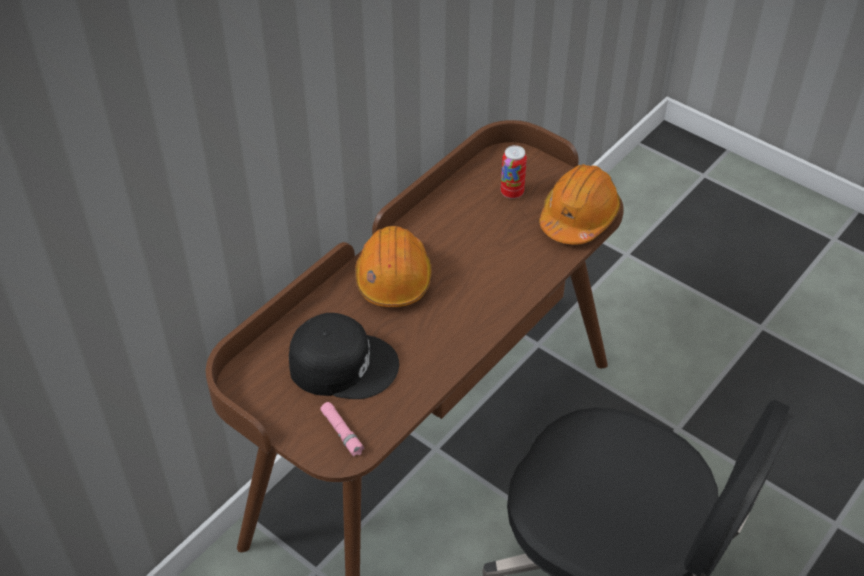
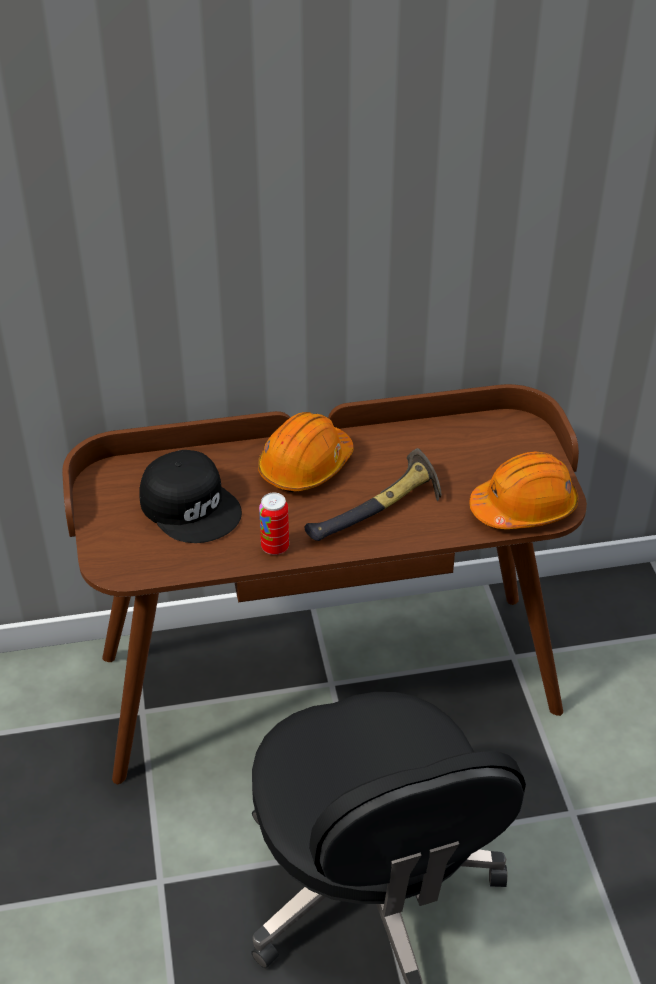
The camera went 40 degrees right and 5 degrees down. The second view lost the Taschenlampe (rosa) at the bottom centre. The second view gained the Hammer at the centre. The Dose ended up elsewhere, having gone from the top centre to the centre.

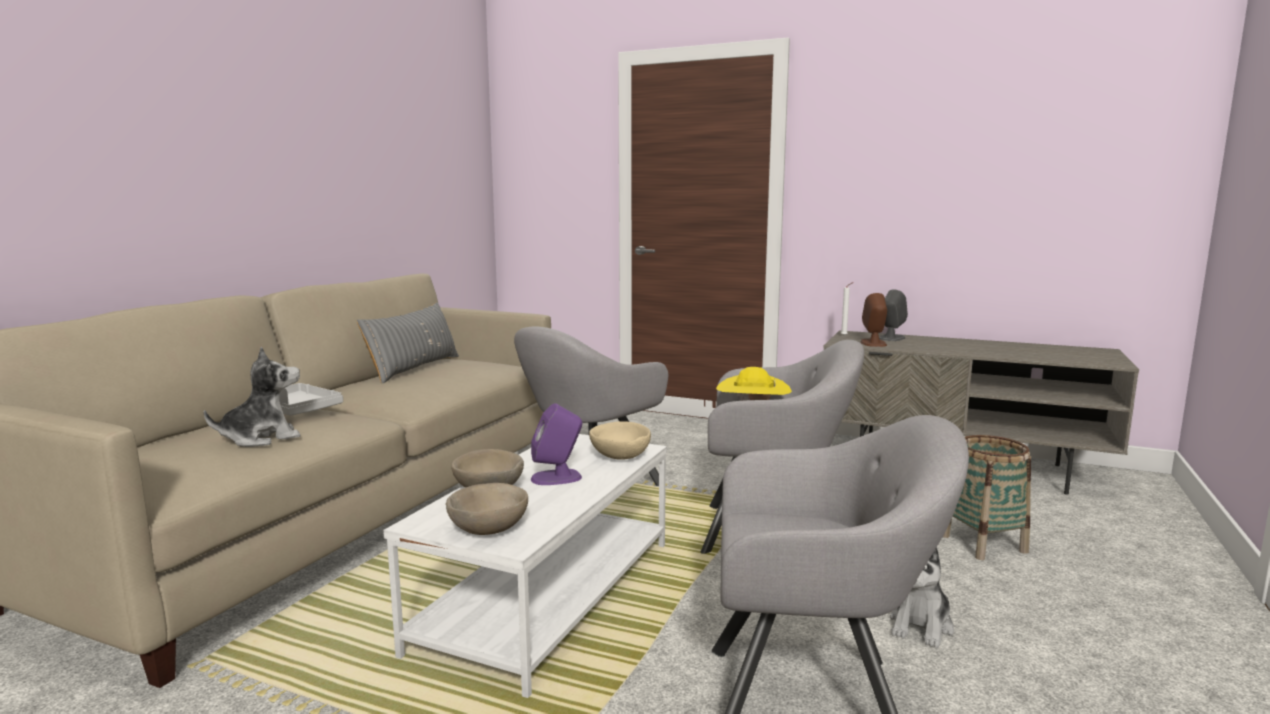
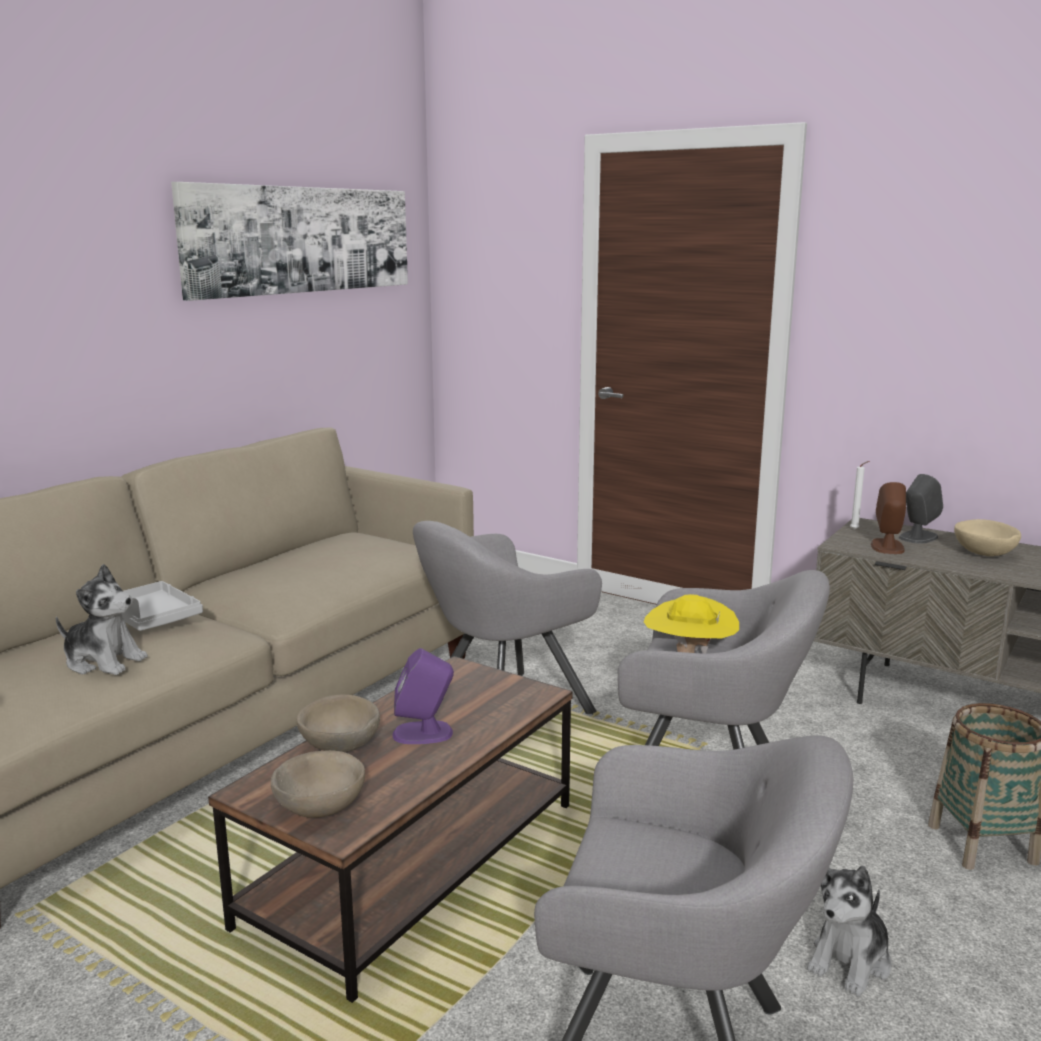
The camera went 10 degrees right and 5 degrees up. The second view lost the Kissen (grau) at the middle left. The second view gained the Bild at the top left. The Schüssel (beige) (no. 3 from left) ended up elsewhere, having gone from the centre to the middle right. What was the Couchtisch (weiß) at the bottom centre turned into the Couchtisch (braun) at the bottom centre. The Plüschtier (no. 1 from left) at the middle left ended up facing another way, 45 degrees clockwise from before.

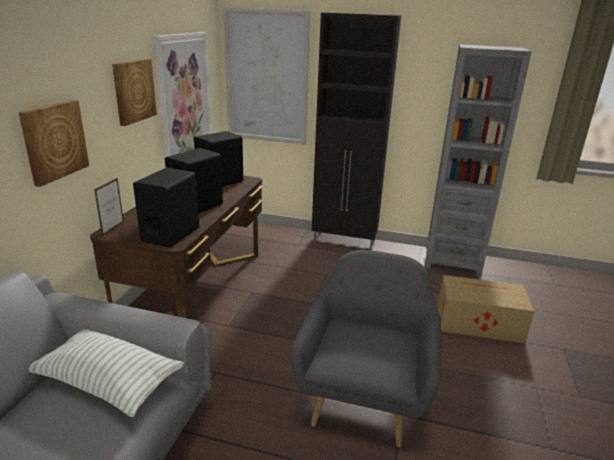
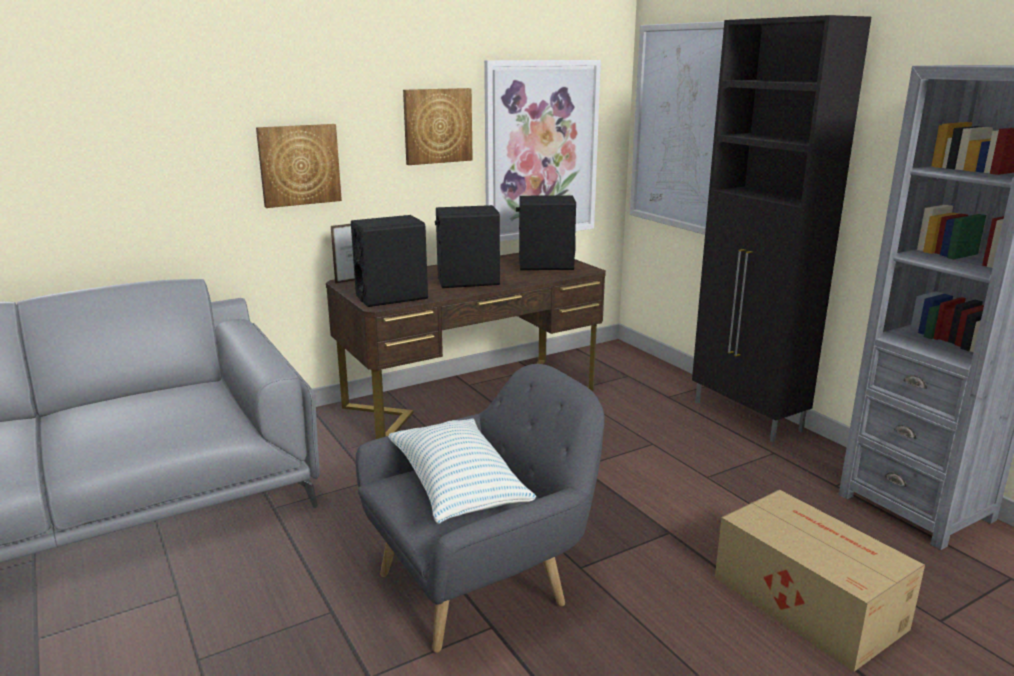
The camera went 45 degrees right and 5 degrees down. The Kissen ended up elsewhere, having gone from the bottom left to the bottom centre.

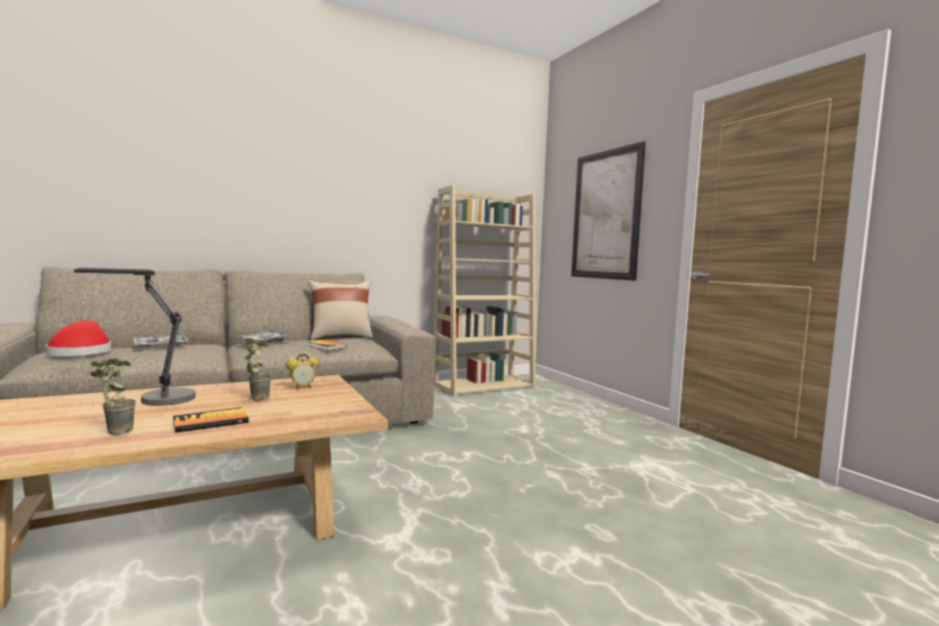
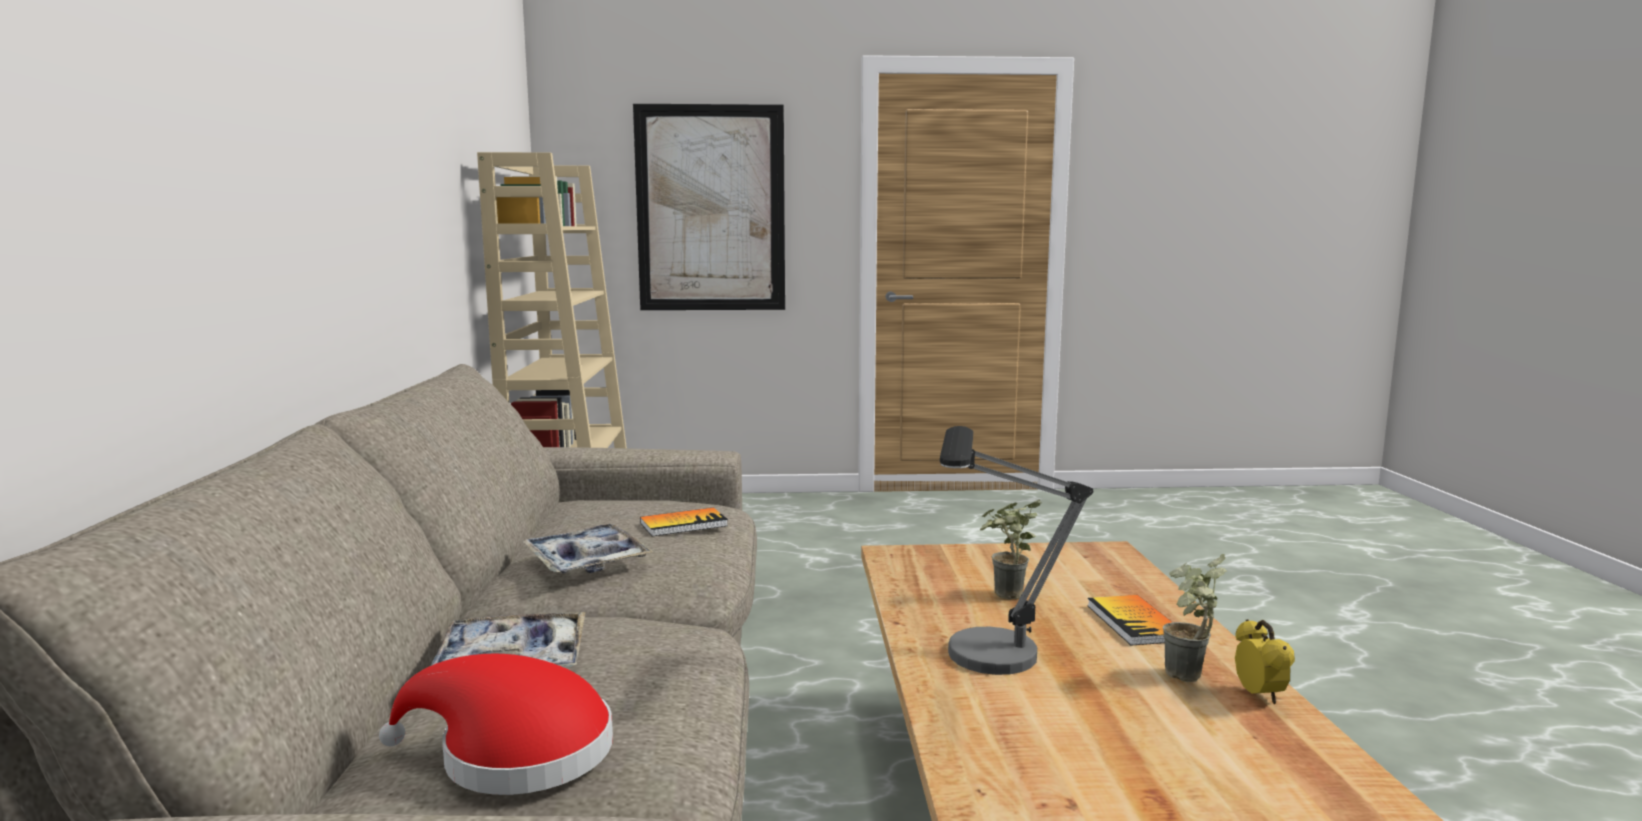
The camera went 65 degrees left and 5 degrees up. The second view lost the Kissen (beige) at the centre. The Wecker ended up elsewhere, having gone from the middle left to the bottom right.

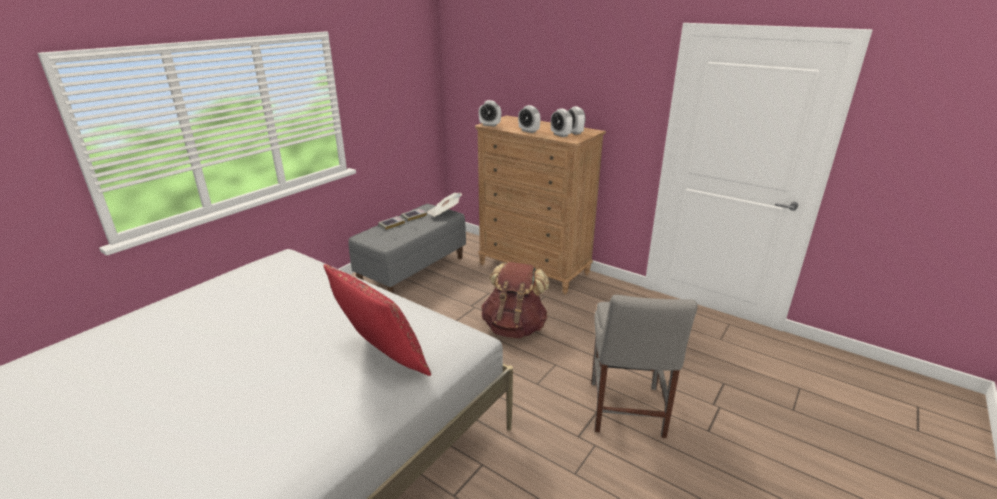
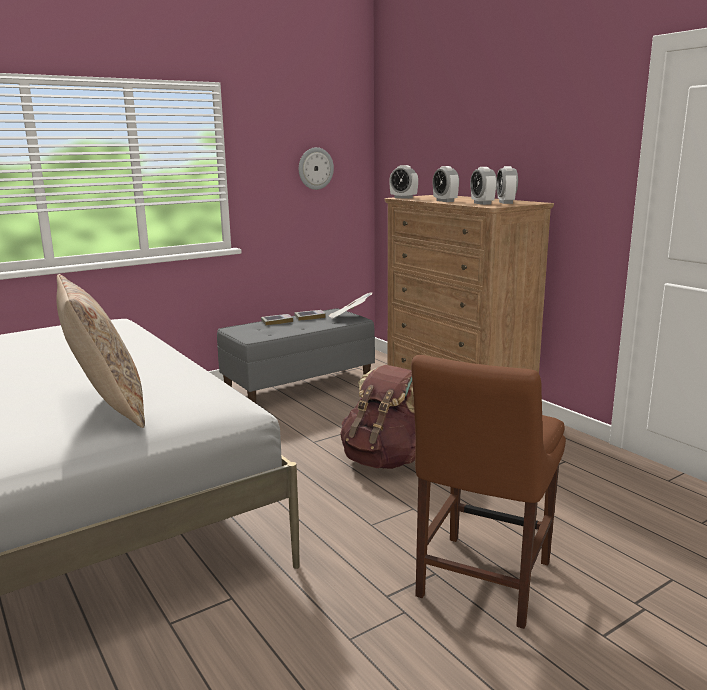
The camera went 20 degrees right and 10 degrees down. The second view gained the Wanduhr at the top centre. What was the Kissen (rot) at the centre turned into the Kissen (beige) at the middle left. What was the Stuhl (grau) at the bottom centre turned into the Stuhl (braun) at the bottom right.

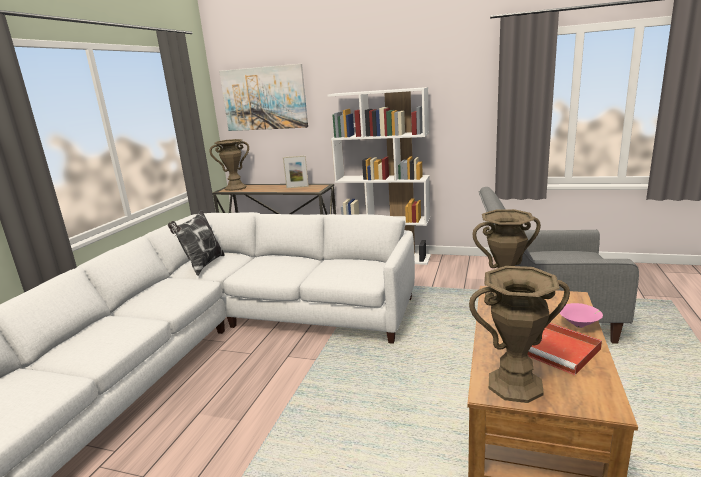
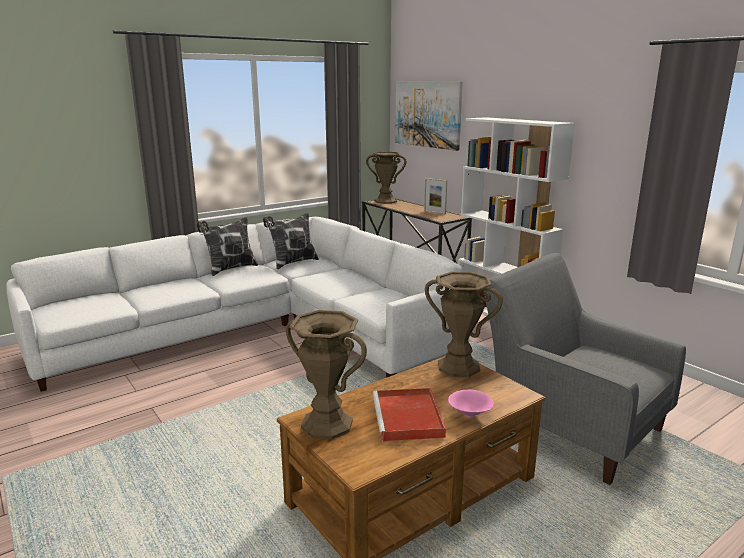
The camera went 35 degrees right and 0 degrees up. The second view gained the Kissen (no. 1 from left) at the middle left.

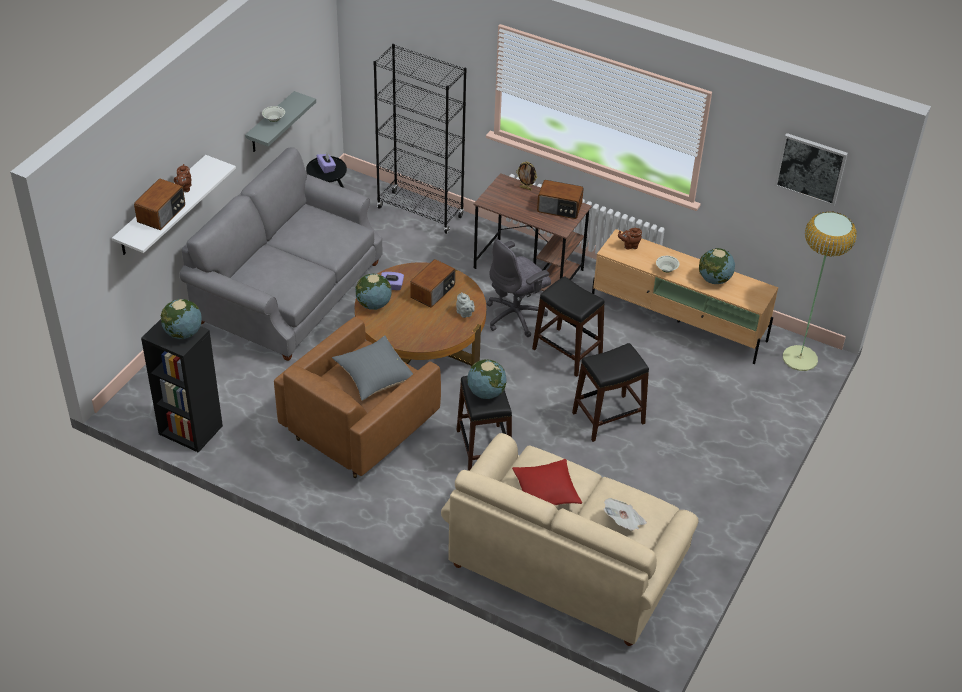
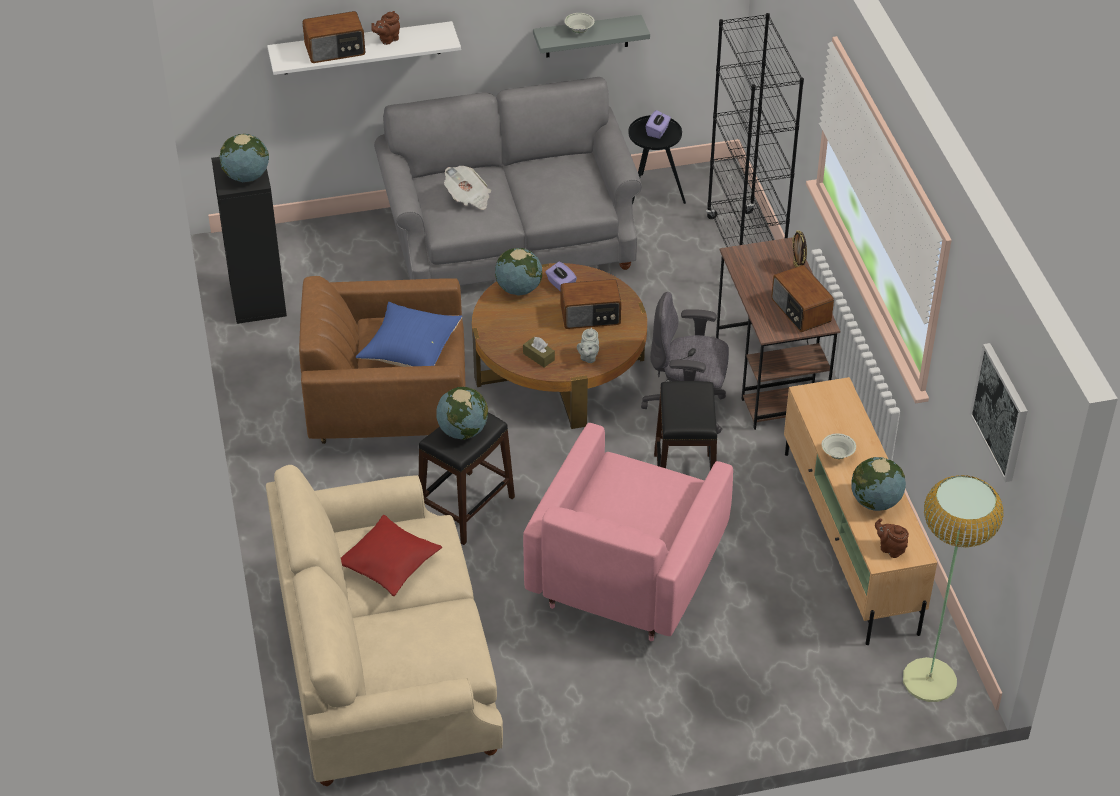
The camera went 50 degrees right and 0 degrees up. The second view gained the Taschentuchbox (braun) at the centre. The Zeitung ended up elsewhere, having gone from the bottom centre to the top centre. The Teekanne (braun) (no. 2 from left) ended up elsewhere, having gone from the centre to the bottom right. Where the Hocker (schwarz) (no. 3 from left) stood at the centre, the Sessel (rosa) came to stand at the bottom centre. What was the Kissen (grau) at the centre turned into the Kissen (blau) at the centre.

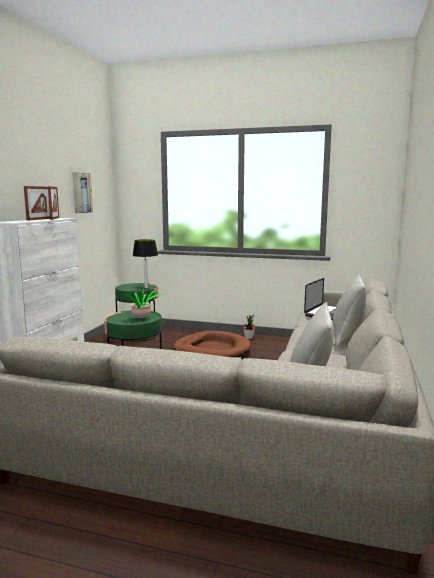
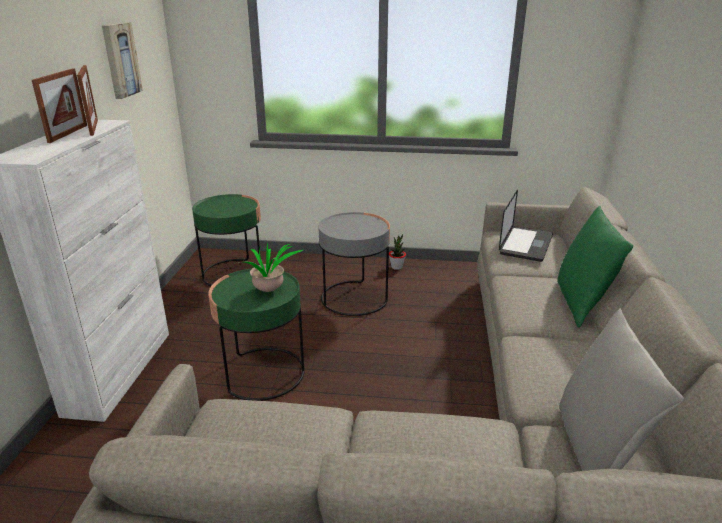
The camera went 10 degrees left and 15 degrees up. The second view lost the Tischlampe at the centre. Where the Hundebett (braun) stood at the centre, the Beistelltisch (grau) came to stand at the centre. What was the Kissen (grau) (no. 2 from left) at the middle right turned into the Kissen (grün) at the middle right.

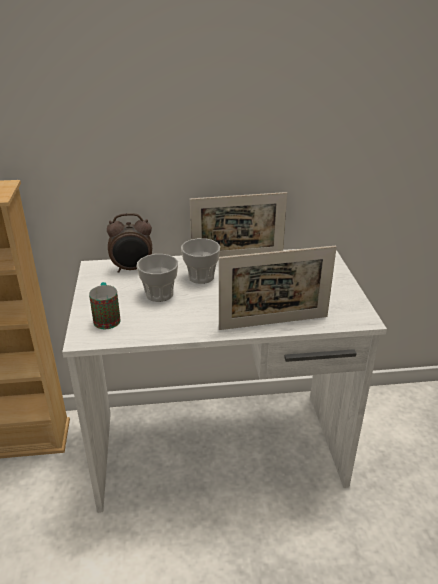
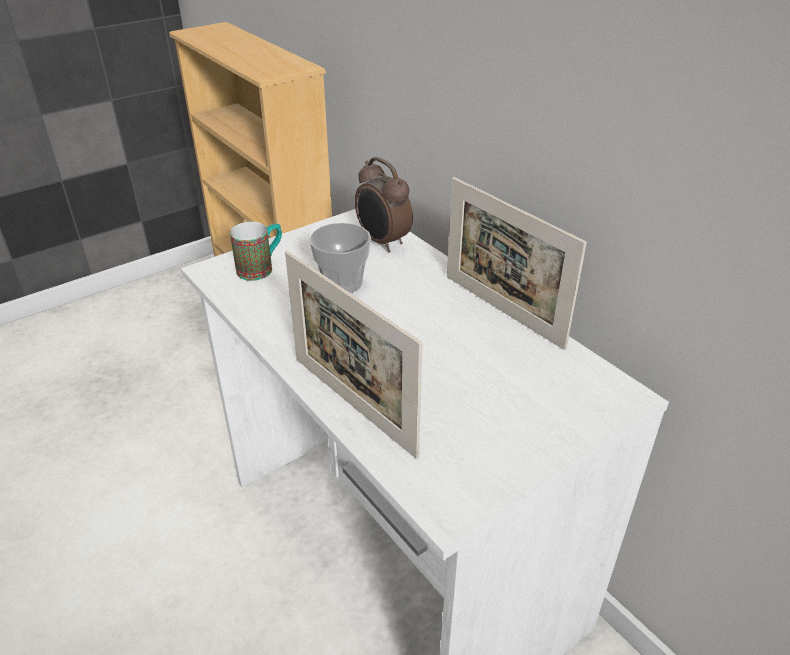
The camera went 60 degrees right and 5 degrees up. The second view lost the Tasse (no. 2 from left) at the centre.

